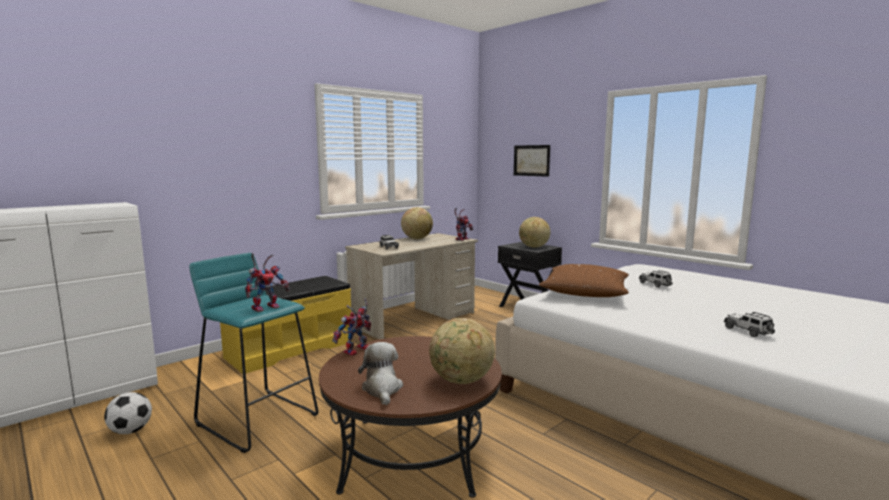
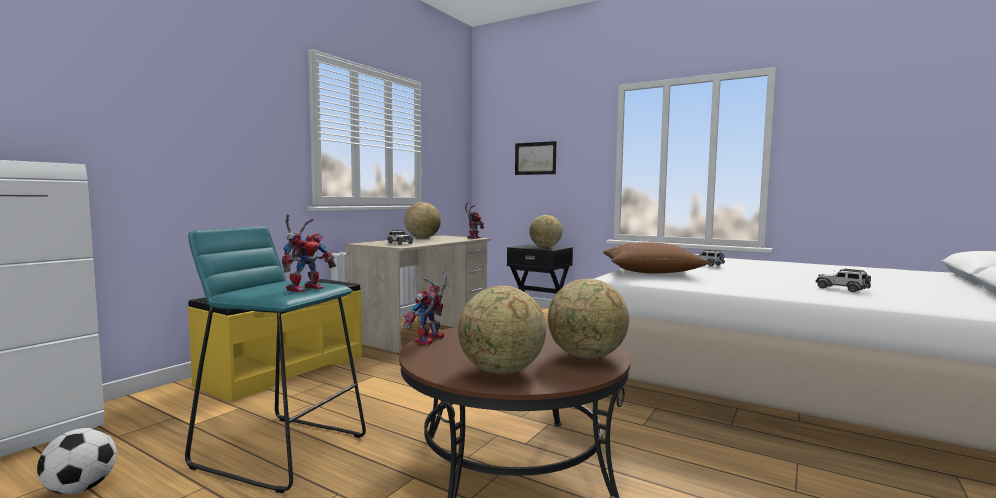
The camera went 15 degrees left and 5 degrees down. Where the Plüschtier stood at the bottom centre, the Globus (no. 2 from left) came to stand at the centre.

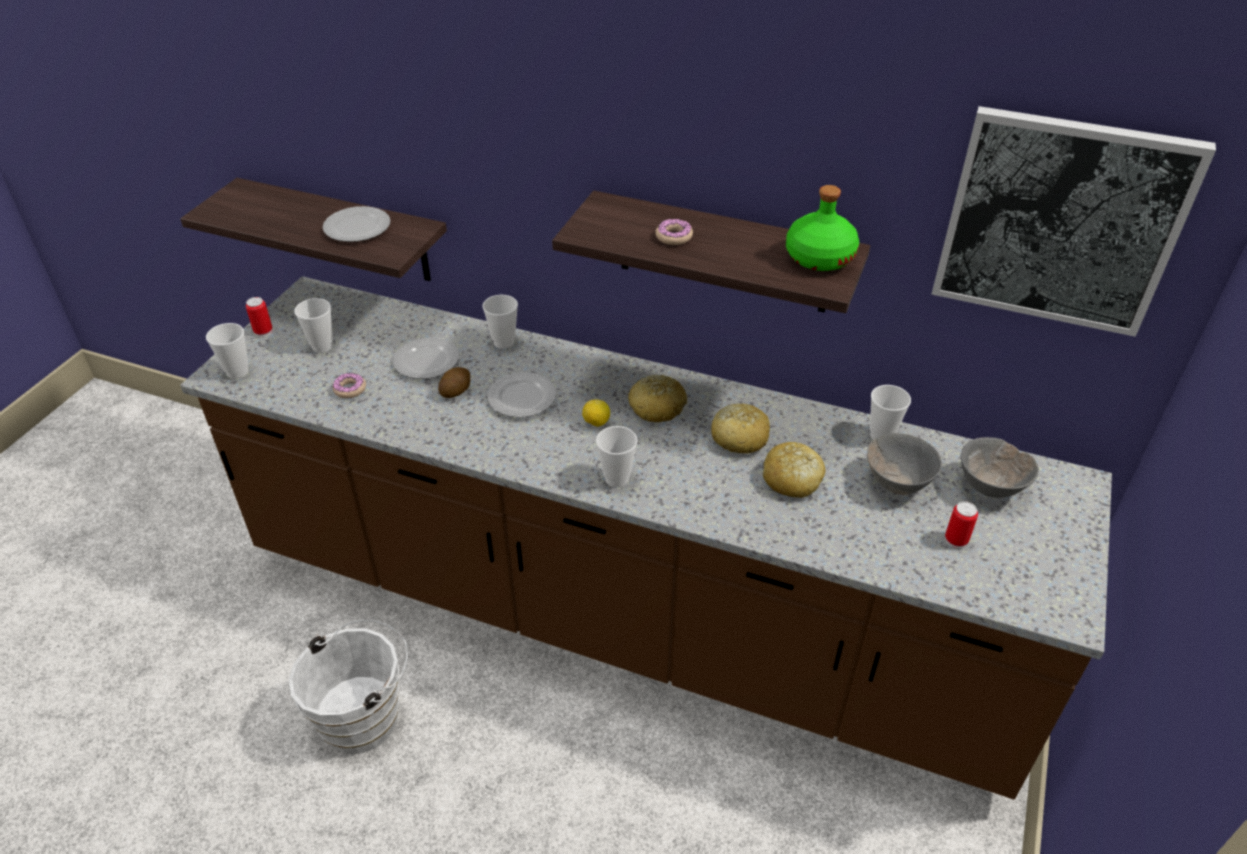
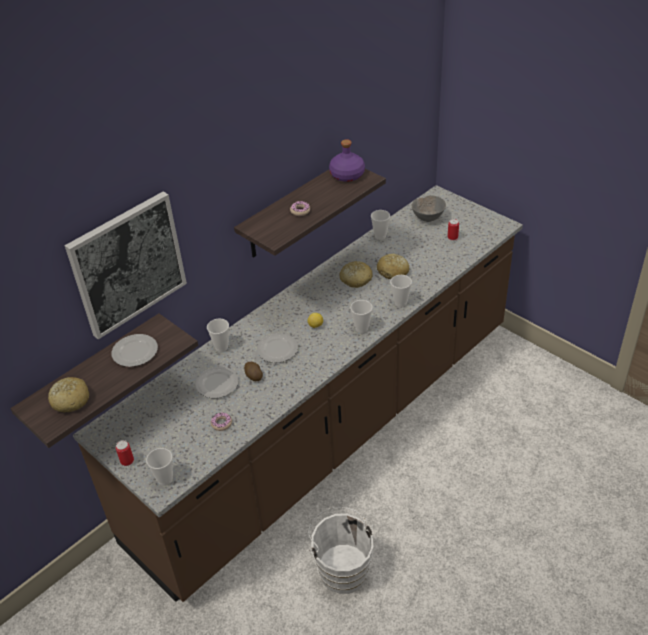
The camera went 65 degrees left and 0 degrees up. The second view lost the Schüssel (grau) (no. 1 from left) at the middle right. The Tasse (no. 2 from left in the first image) ended up elsewhere, having gone from the middle left to the centre. The Brot (no. 1 from left) ended up elsewhere, having gone from the centre to the middle left. The Bild ended up elsewhere, having gone from the top right to the middle left. What was the Flasche (grün) at the top centre turned into the Flasche (lila) at the top centre.

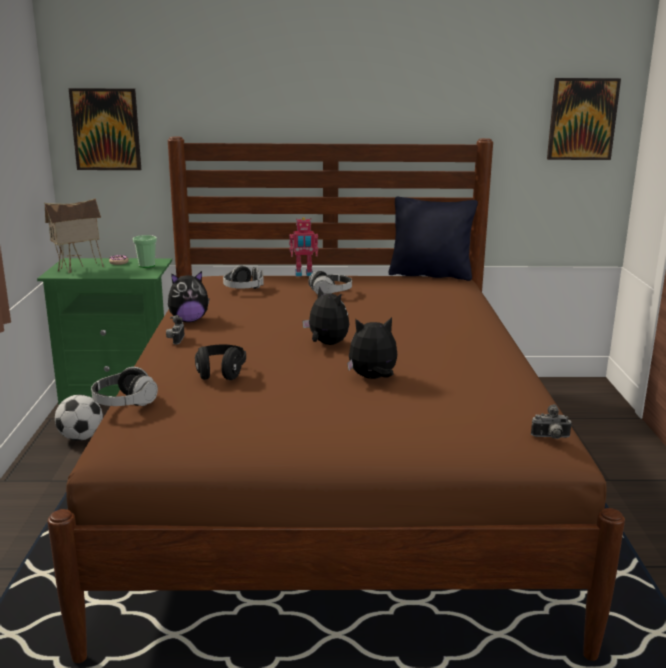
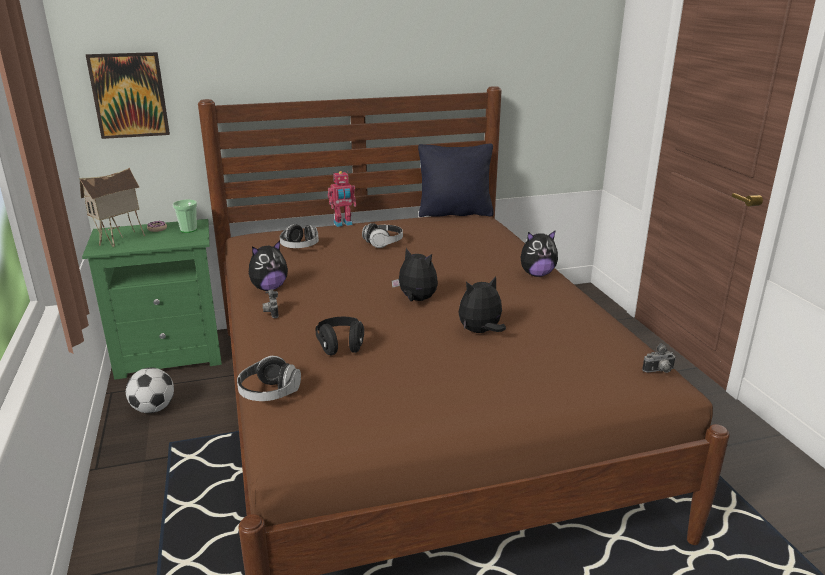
The camera went 15 degrees left and 5 degrees up. The second view lost the Bild (no. 2 from left) at the top right. The second view gained the Plüschtier (no. 4 from left) at the centre.

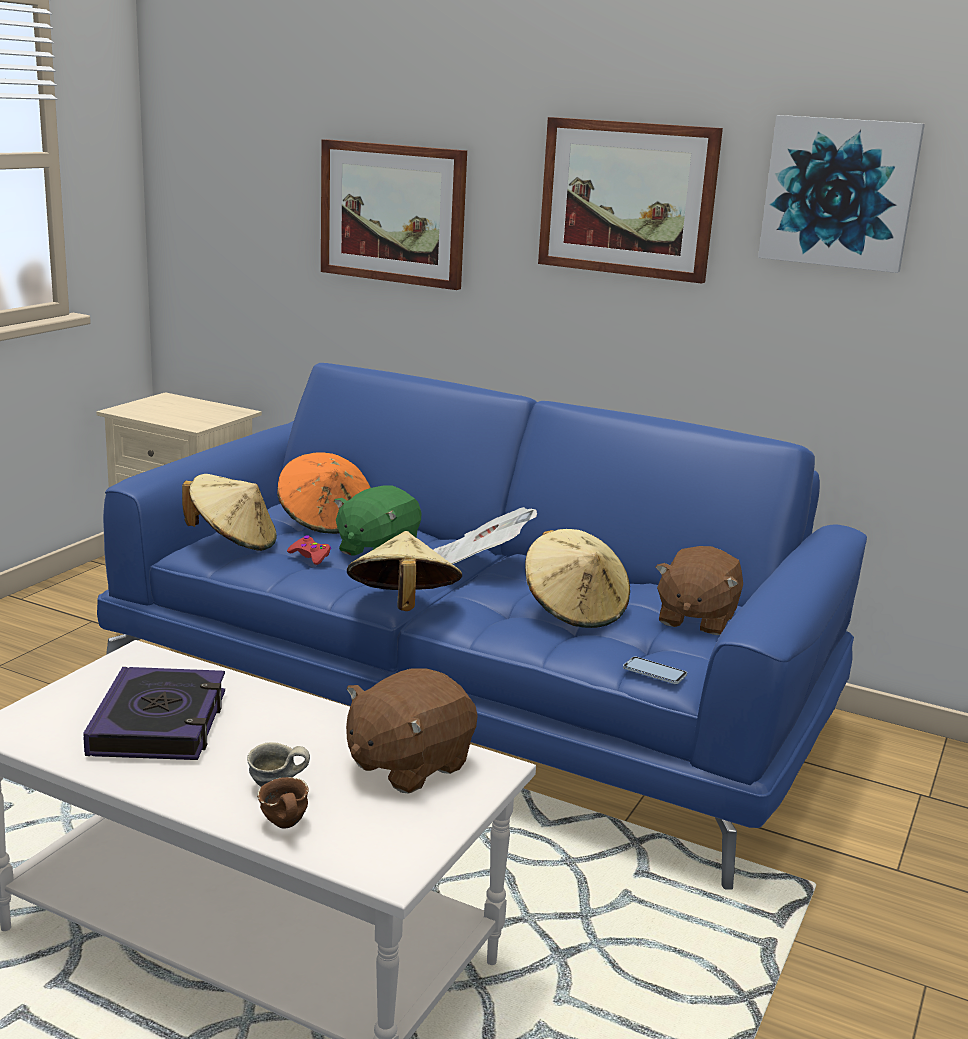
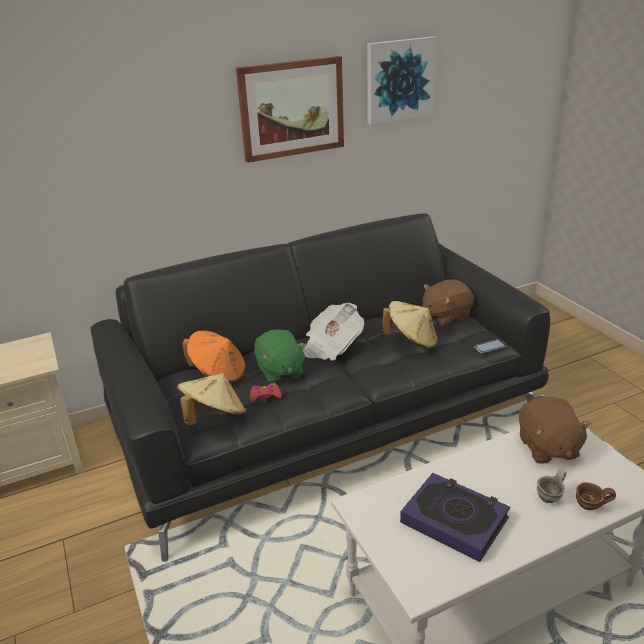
The camera went 50 degrees left and 10 degrees up. The second view lost the Bild (no. 1 from left) at the top centre. The second view lost the Hut (beige) (no. 2 from left) at the centre. What was the Sofa (blau) at the centre turned into the Sofa (schwarz) at the centre. The Plüschtier (braun) (no. 2 from left in the first image) at the middle right ended up facing another way, 90 degrees clockwise from before.

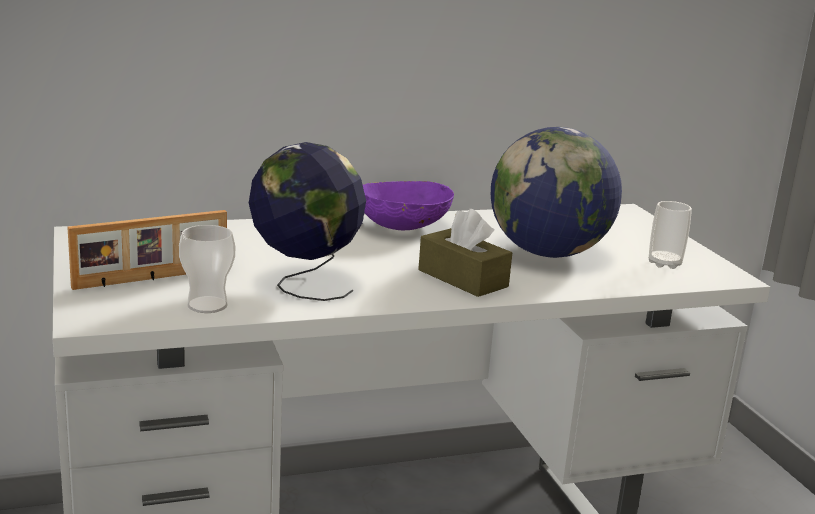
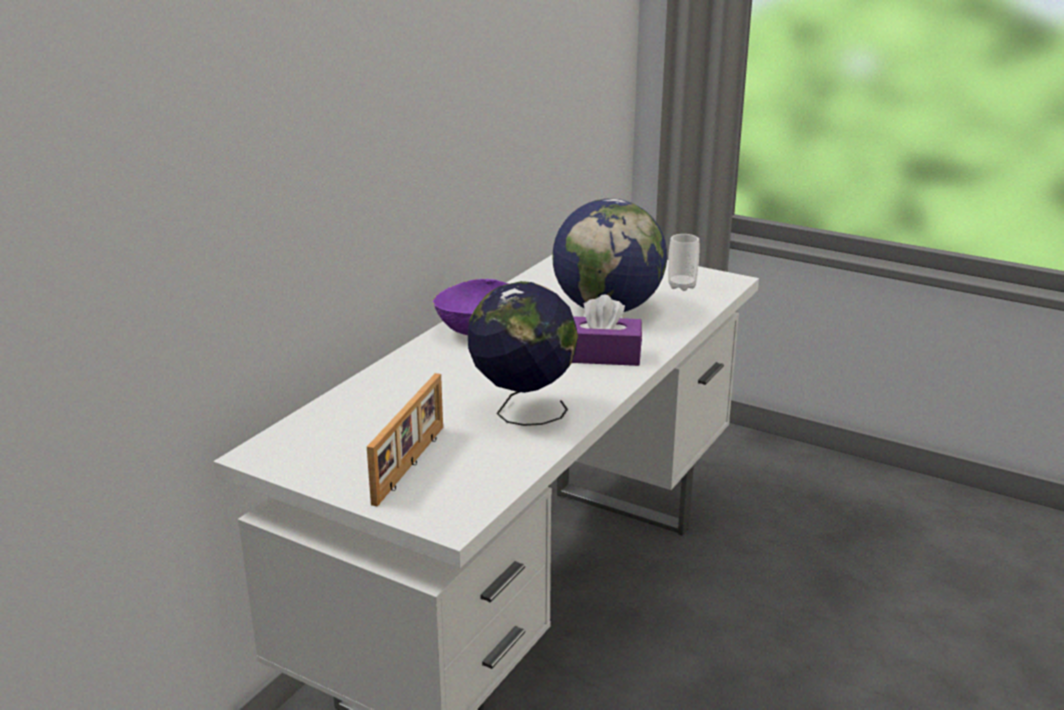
The camera went 40 degrees left and 5 degrees up. The second view lost the Tasse (no. 1 from left) at the middle left. What was the Taschentuchbox (braun) at the centre turned into the Taschentuchbox (lila) at the centre.

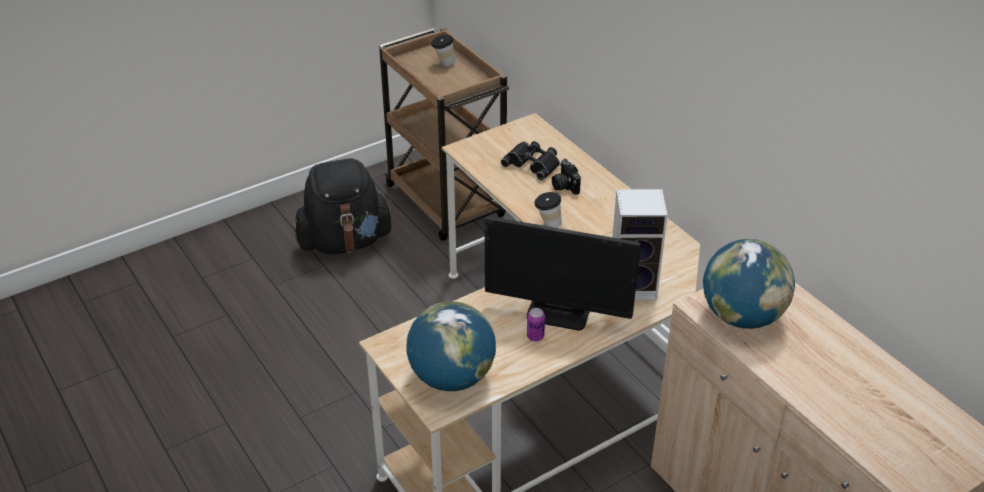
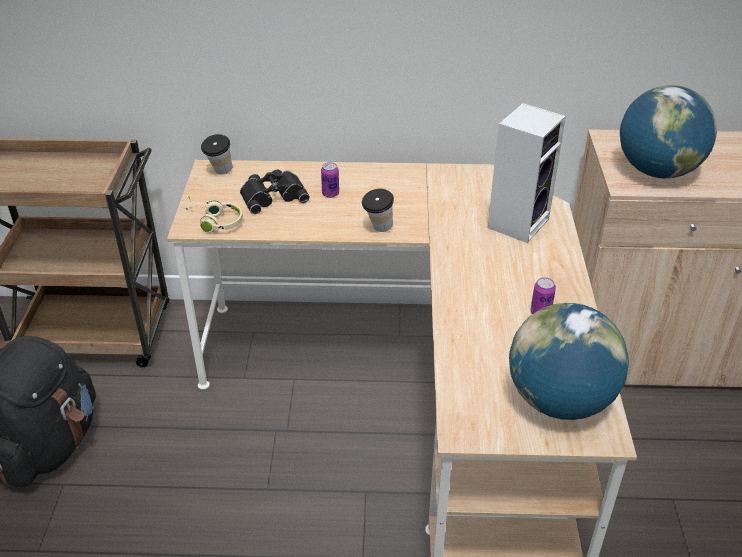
The camera went 55 degrees left and 0 degrees up. The second view lost the Monitor at the centre. The second view gained the Kopfhörer (beige) at the middle left. The Tasse (no. 1 from left) ended up elsewhere, having gone from the top centre to the top left. Where the Kamera stood at the centre, the Dose (no. 1 from left) came to stand at the top centre.

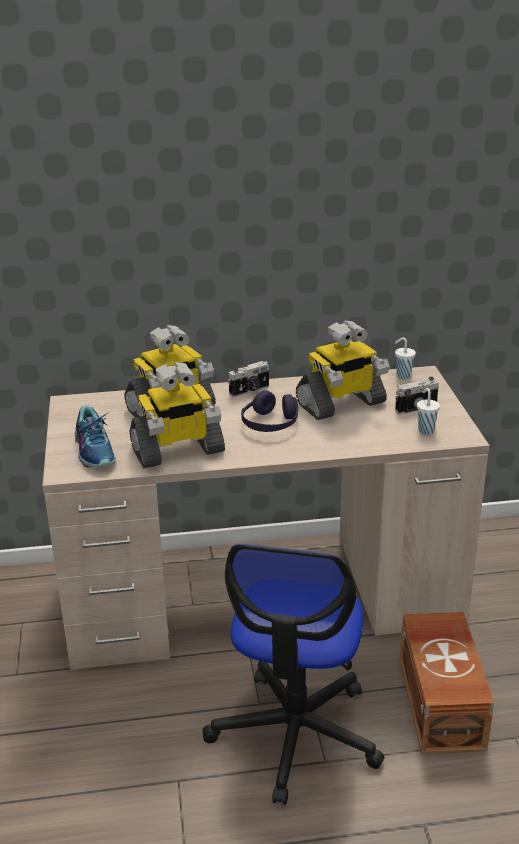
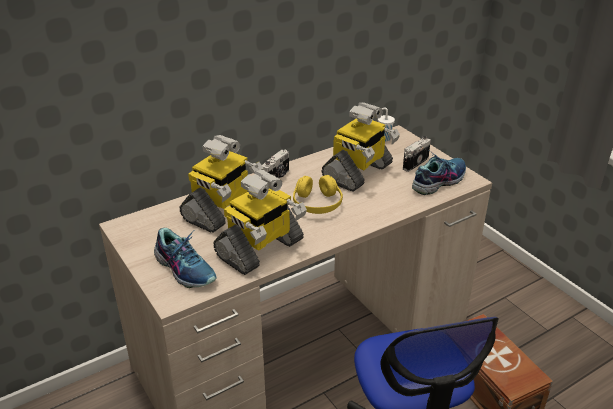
The camera went 25 degrees left and 5 degrees up. Where the Tasse (weiß) (no. 2 from left) stood at the middle right, the Schuh (no. 2 from left) came to stand at the middle right. What was the Kopfhörer (lila) at the centre turned into the Kopfhörer (gelb) at the centre.

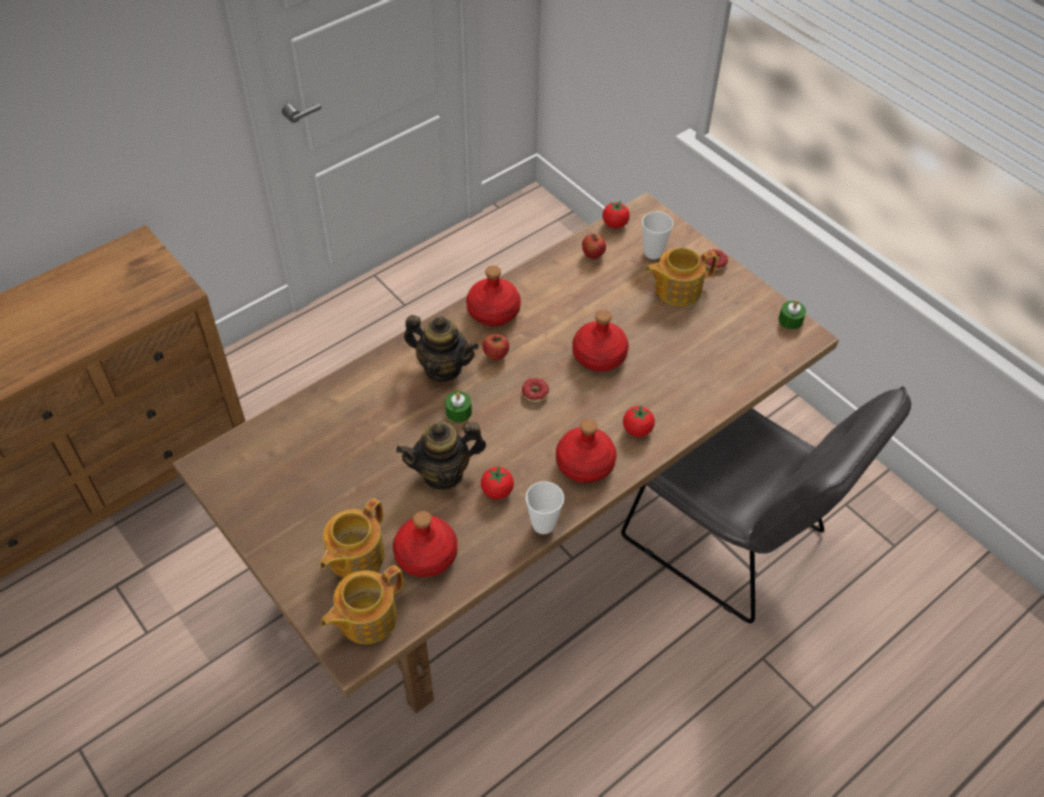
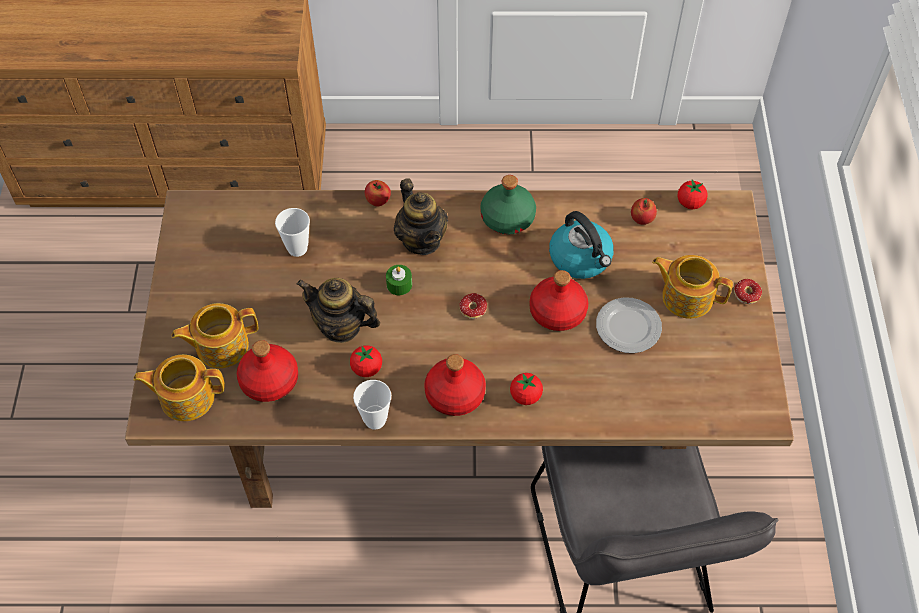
The camera went 40 degrees right and 5 degrees up. The second view lost the Kerze (grün) (no. 2 from left) at the middle right. The second view gained the Wasserkessel at the centre. The second view gained the Teller at the middle right. The Apfel (no. 1 from left) ended up elsewhere, having gone from the centre to the top centre. The Tasse (no. 2 from left in the first image) ended up elsewhere, having gone from the top centre to the middle left. What was the Flasche (rot) (no. 2 from left) at the centre turned into the Flasche (grün) at the centre.

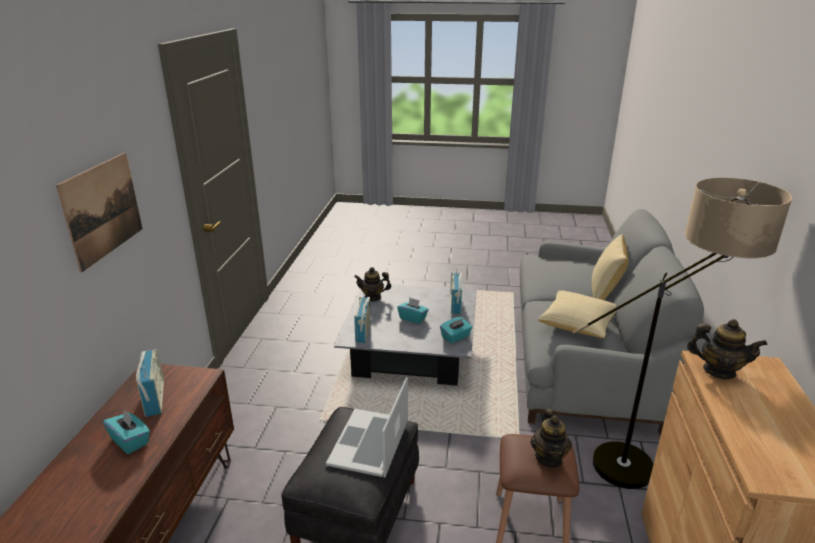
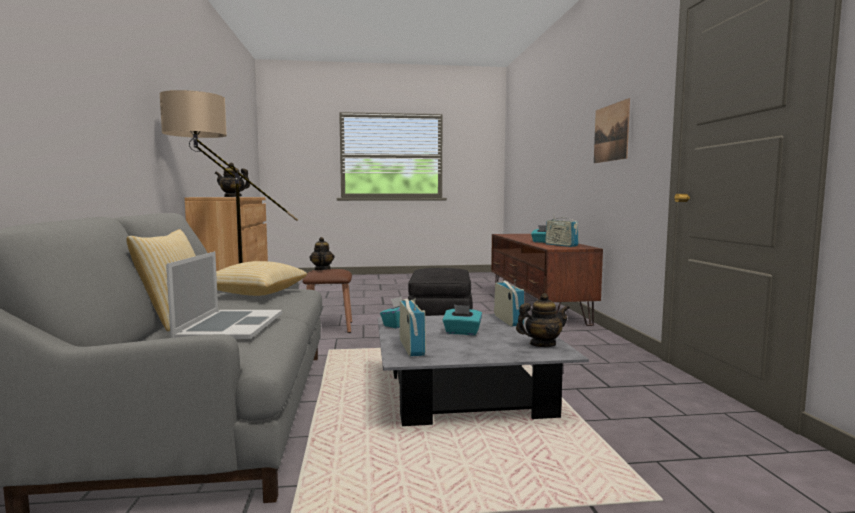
The camera went 165 degrees right and 20 degrees down. The Laptop ended up elsewhere, having gone from the bottom centre to the middle left.

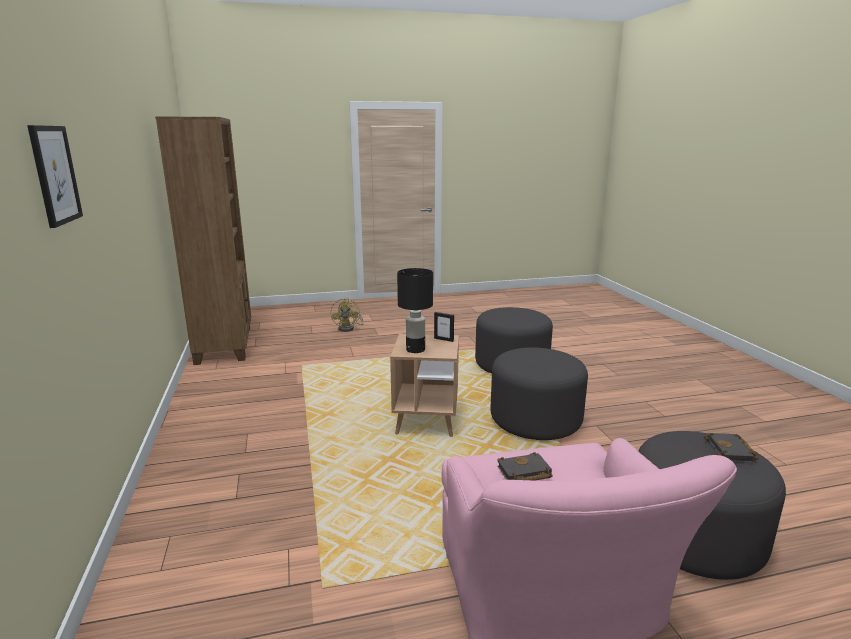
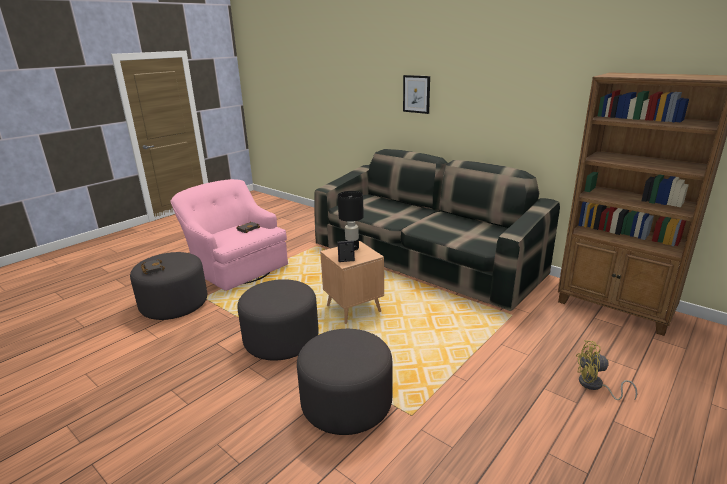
The camera went 145 degrees right and 5 degrees up. The second view gained the Sofa at the centre. The Ventilator (gelb) at the centre ended up facing another way, 45 degrees counterclockwise from before.

